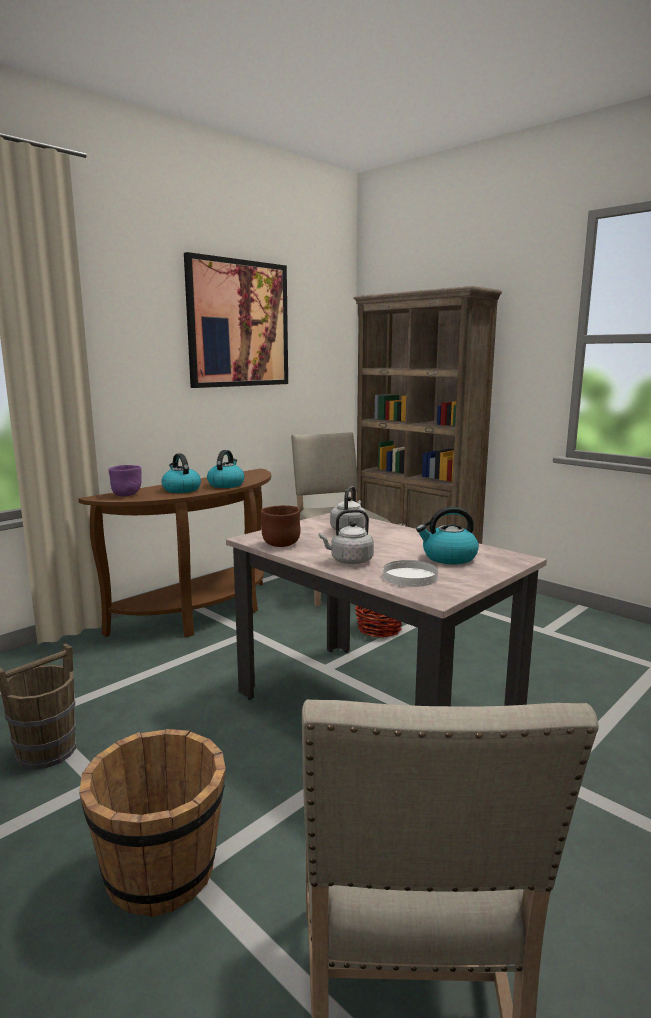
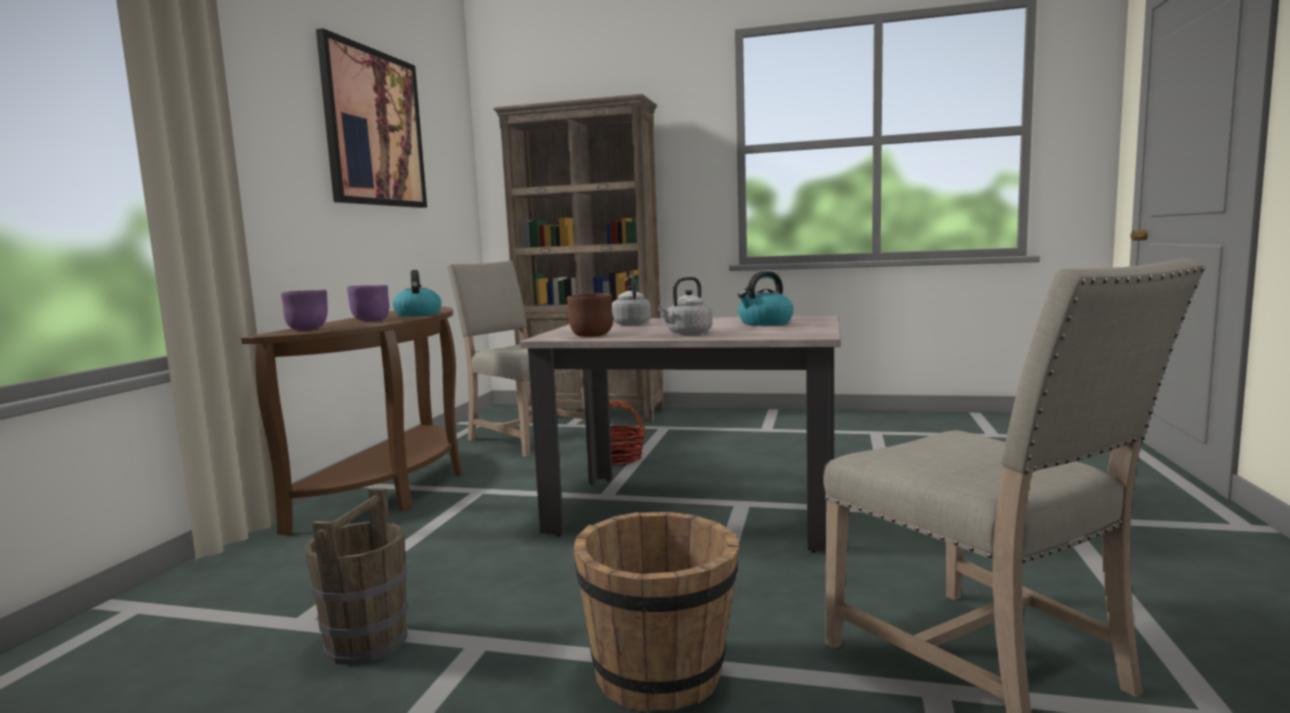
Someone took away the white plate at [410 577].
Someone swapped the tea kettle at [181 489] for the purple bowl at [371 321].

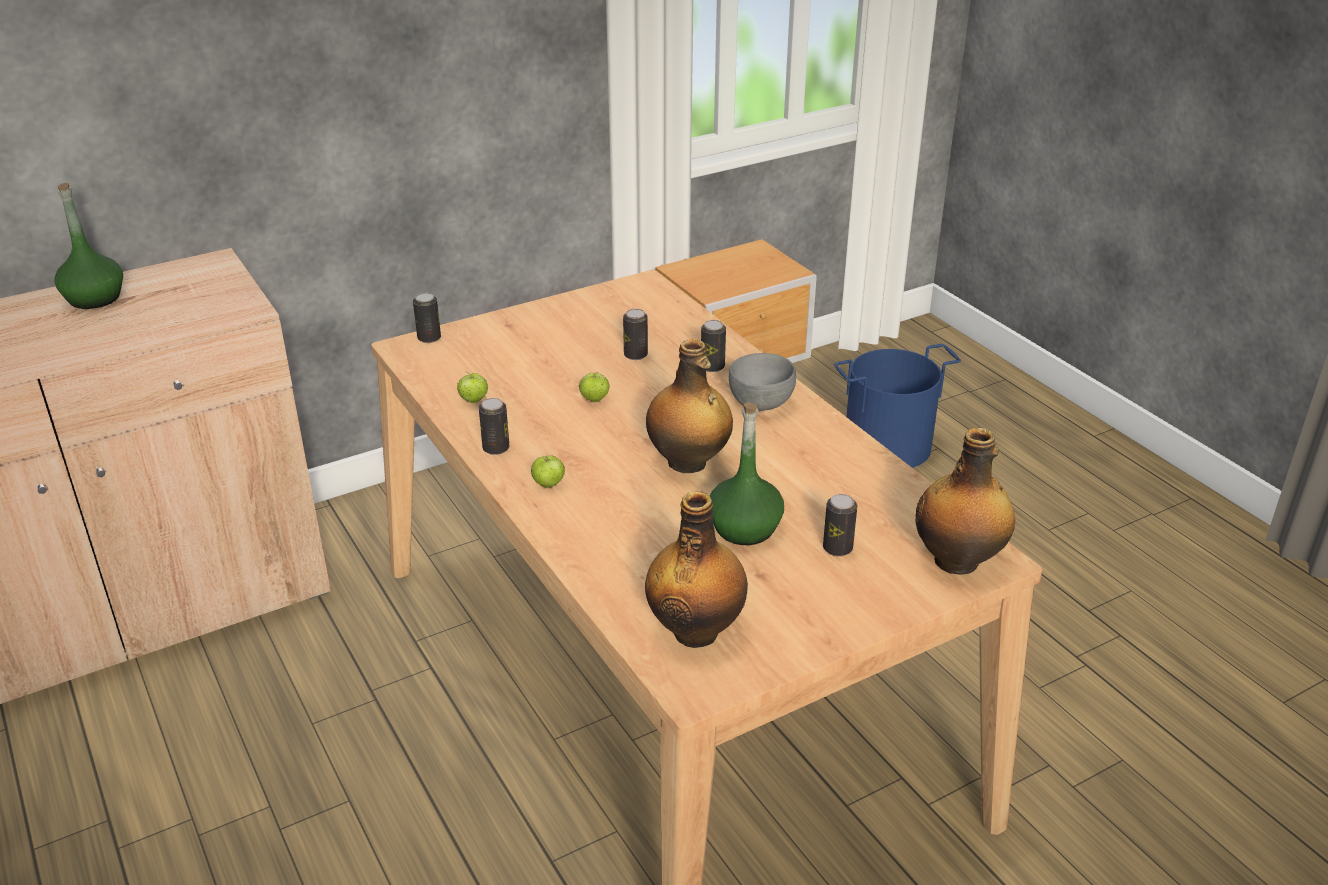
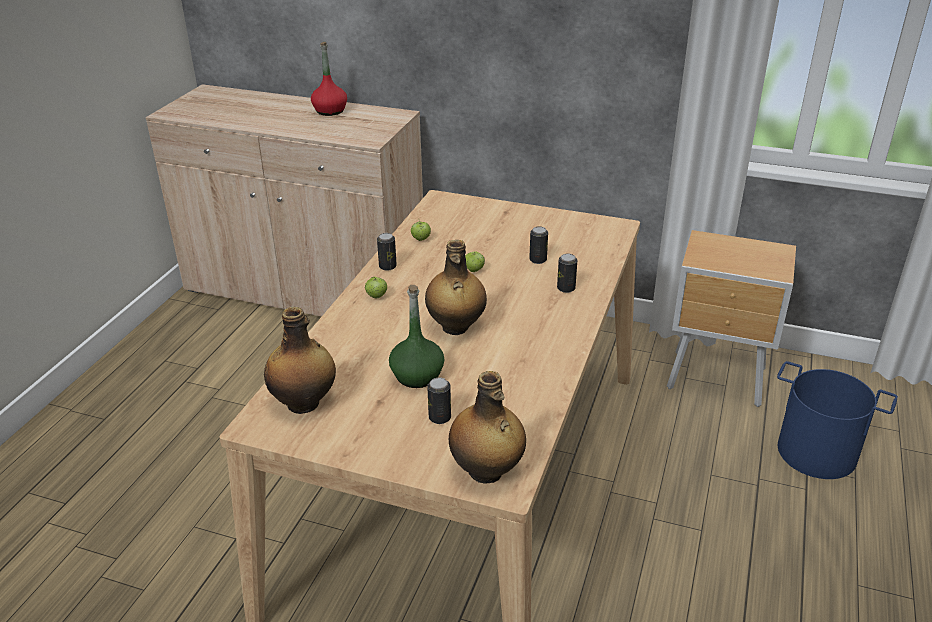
Someone took away the metal can at [429 338].
Someone took away the grey bowl at [762 404].
Someone repainted the green drink bottle at [94 298], which became the red-coloured drink bottle at [330 111].

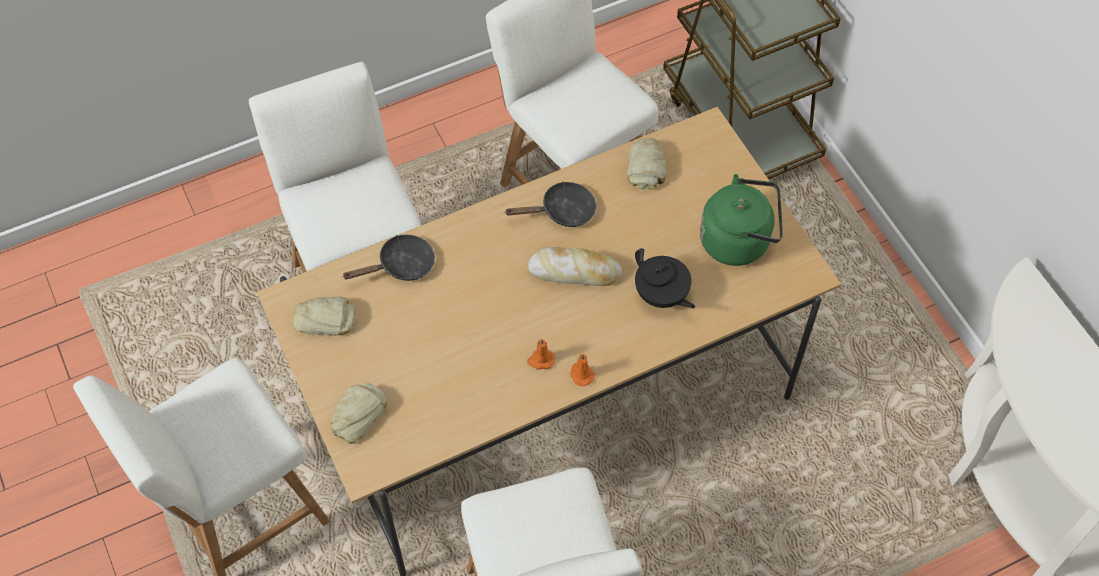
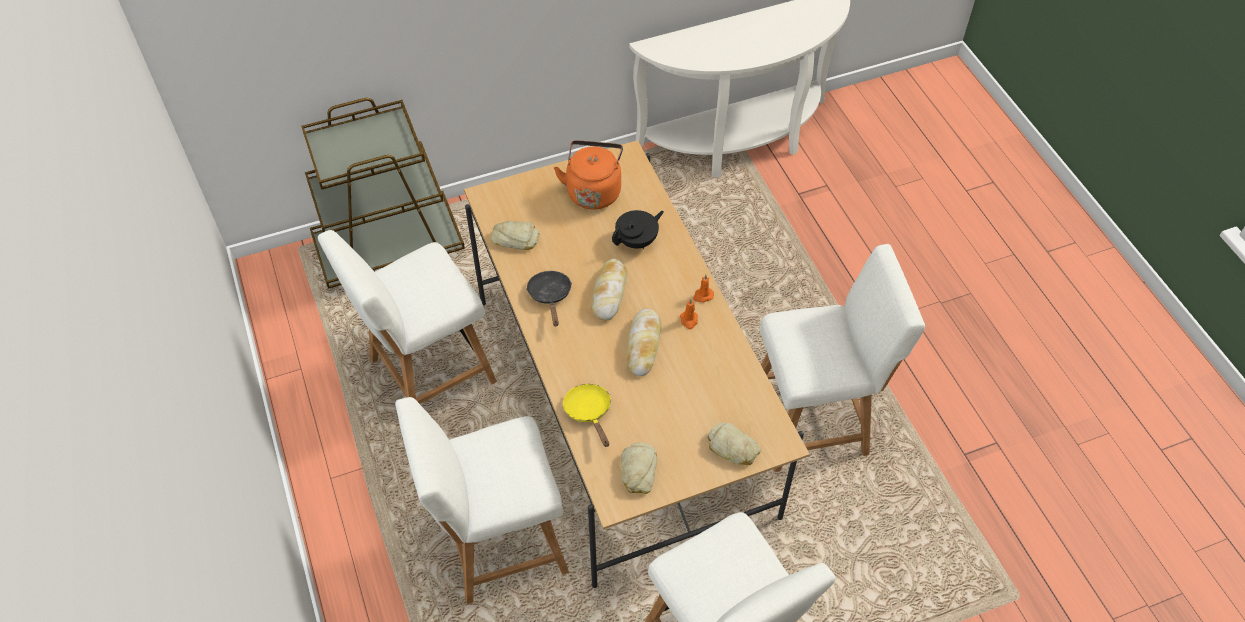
Someone put down the bakery bread at [643 345].
Someone repainted the blackish pan at [401 265], which became the yellow-coloured pan at [589 412].
Someone repainted the green tea kettle at [739 240], which became the orangey tea kettle at [593 190].

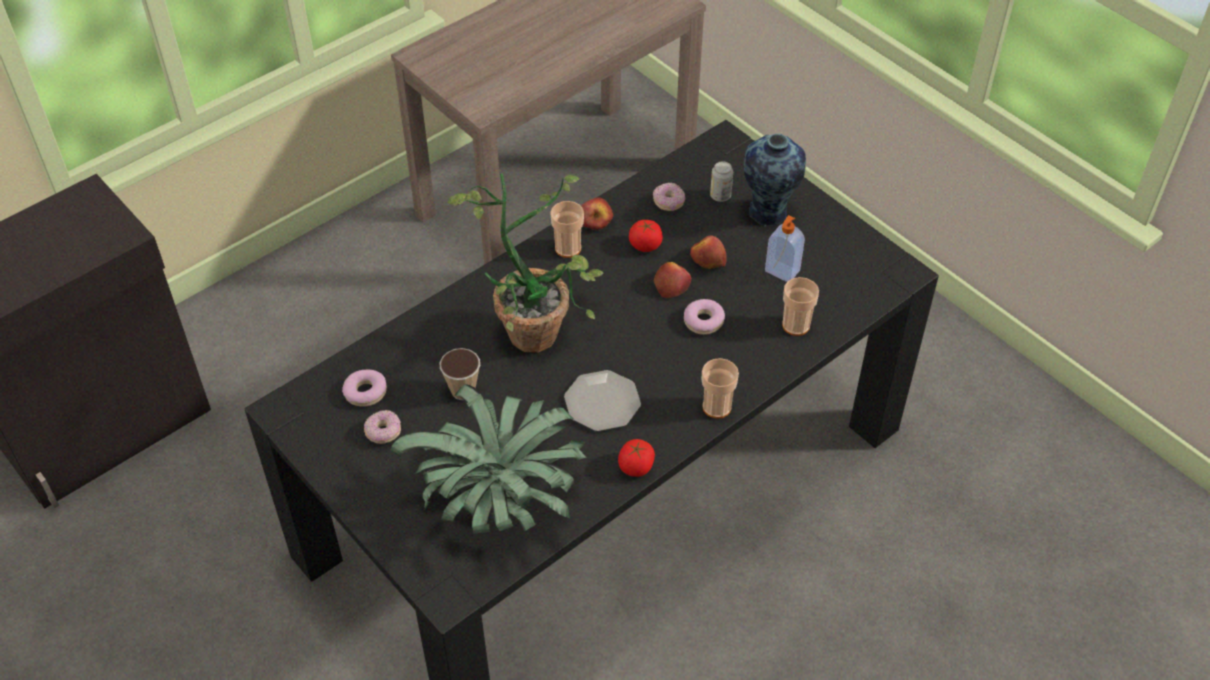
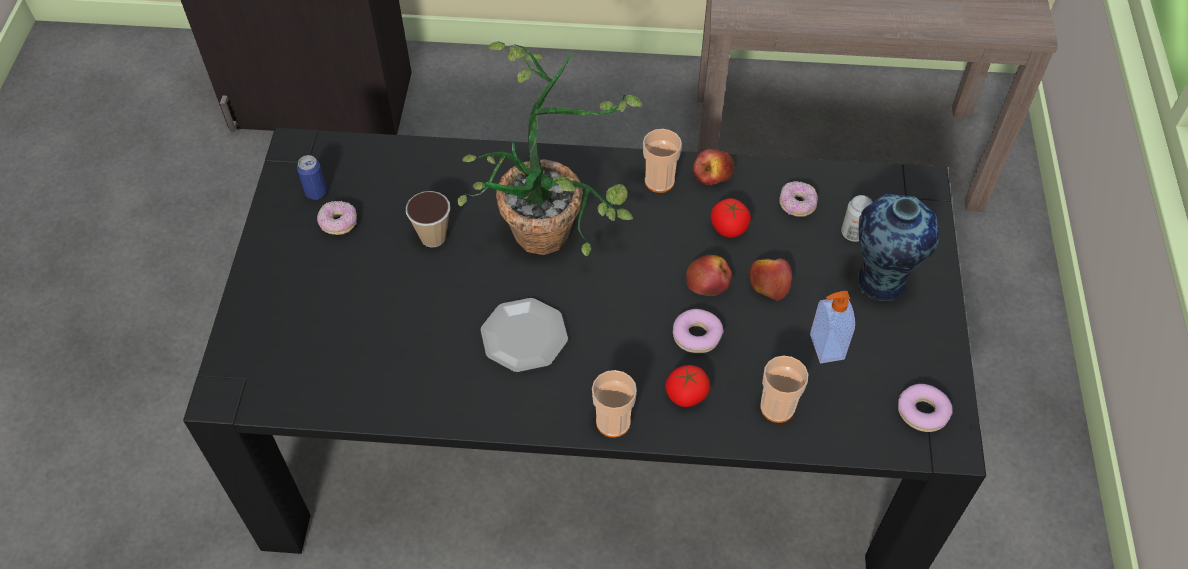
Someone took away the plant in a pot at [502 497].
Someone put down the metal can at [316 192].
Someone carried the ring doughnut from [365 392] to [922 412].
Someone carried the tomato from [636 467] to [686 395].

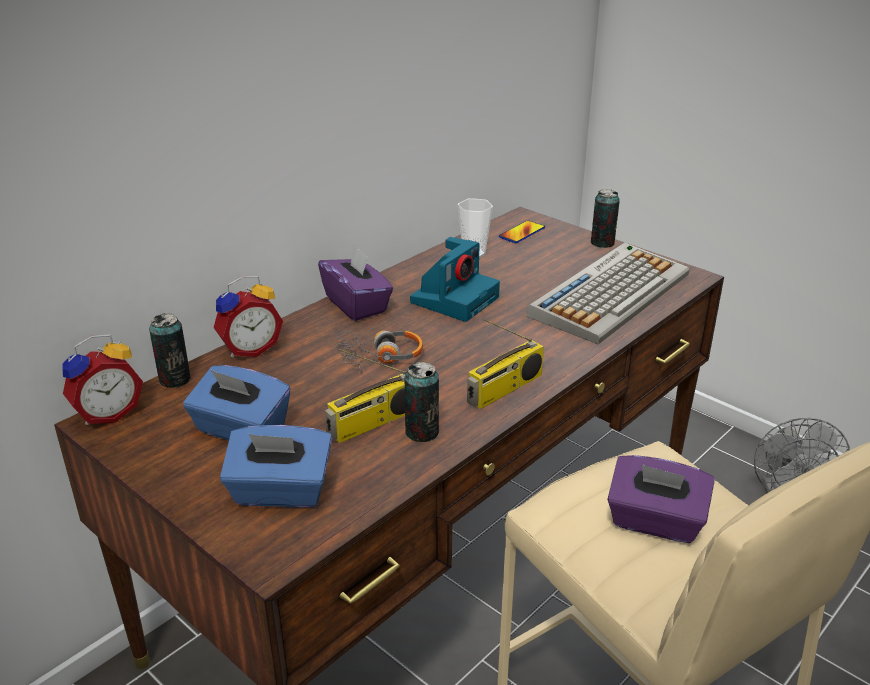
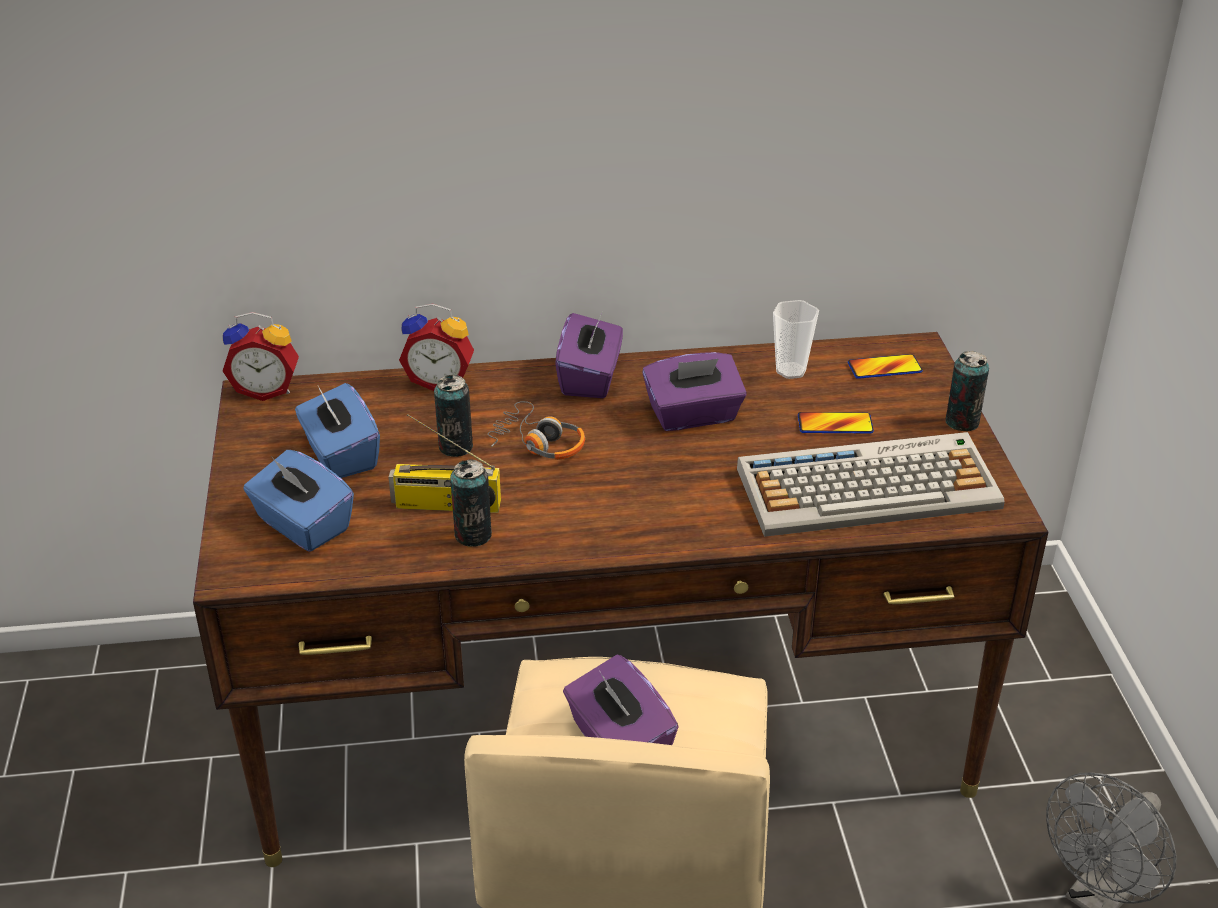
Someone took away the radio set at [505 389].
Someone put down the telephone at [835 424].
Someone carried the metal can from [175 379] to [455 447].
Someone swapped the photo camera at [455 299] for the purple tissue holder at [693 415].

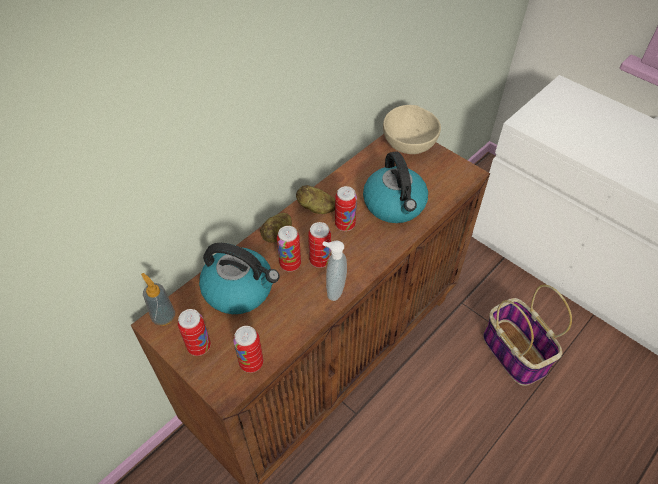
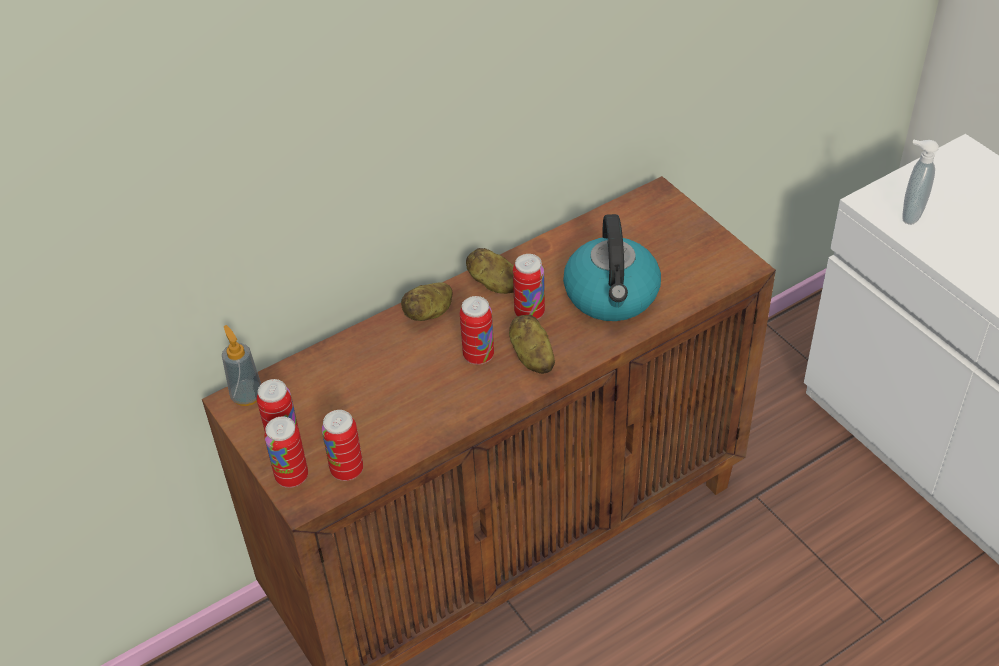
Someone took away the tea kettle at [240 289].
Someone took away the beige bowl at [410 143].
Someone took away the basket at [513 352].
Someone put down the potato at [531 356].
Someone carried the metal can from [290 264] to [292 477].
Someone carried the soap dispenser from [334 289] to [909 214].

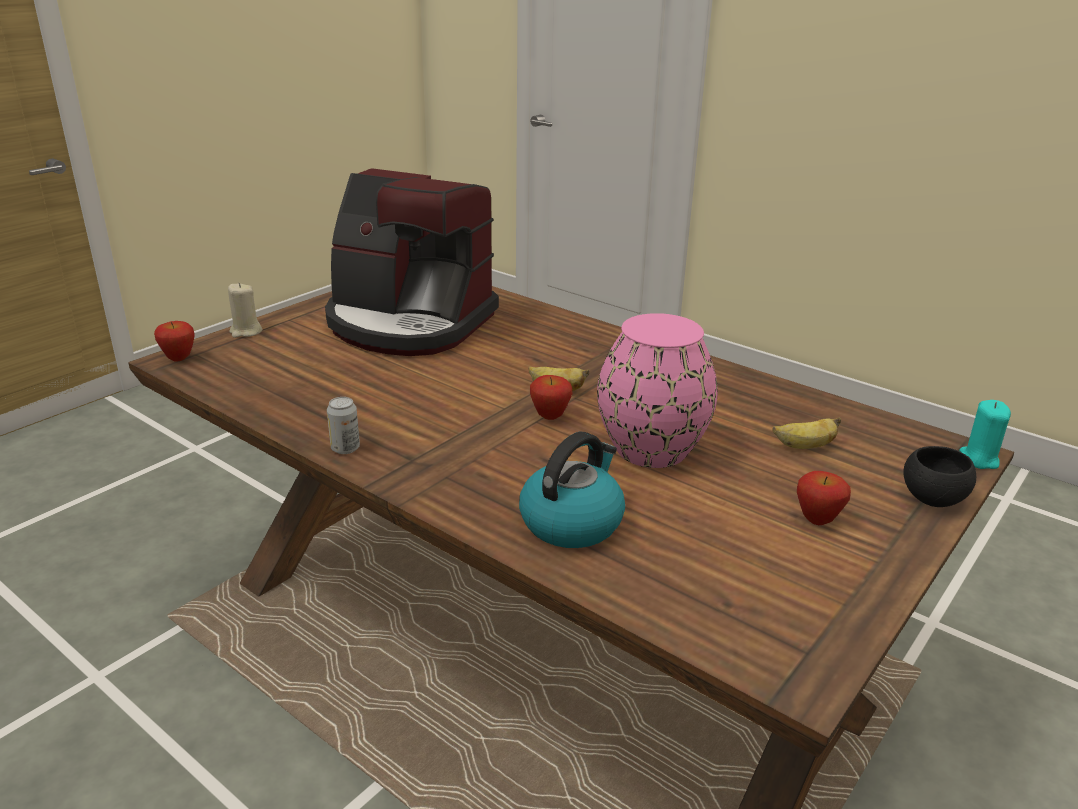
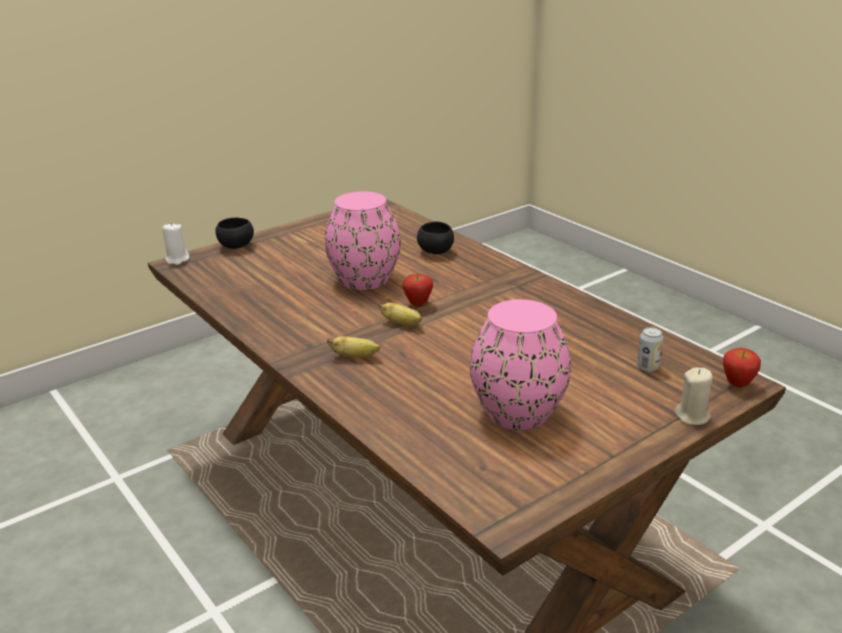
Someone took away the apple fruit at [817 520].
Someone carried the metal can from [345 448] to [648 367].
Someone carried the banana from [804 446] to [355 356].
Someone swapped the coffee maker at [409 323] for the pink flower vase at [516 412].
Someone swapped the tea kettle at [572 522] for the blackish bowl at [435 251].
Someone repainted the turquoise-coloured wax candle at [978 459], which became the white wax candle at [177 259].

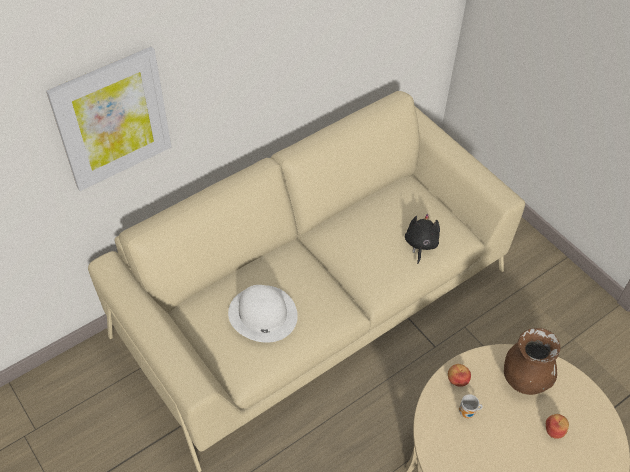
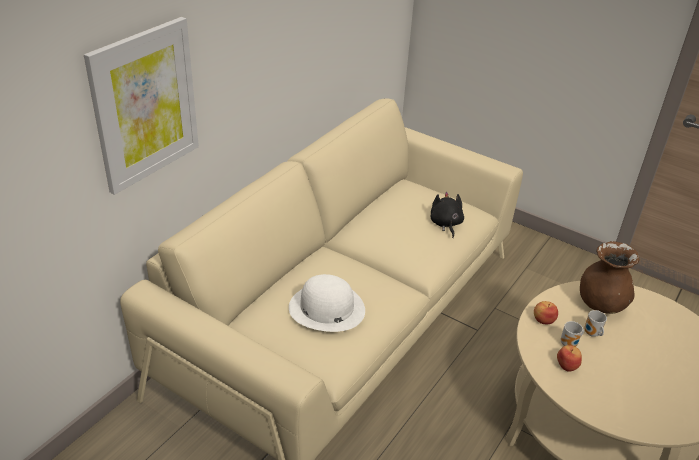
Someone put down the mug at [591 334].
Someone carried the apple fruit from [554 430] to [567 365].

